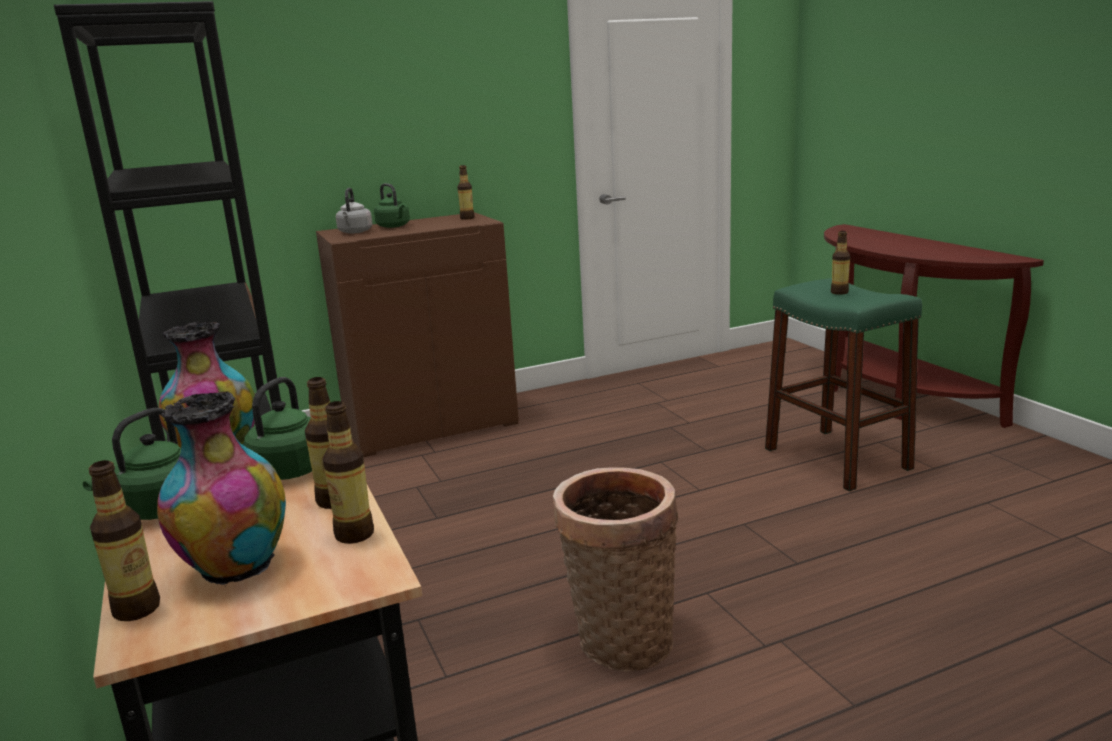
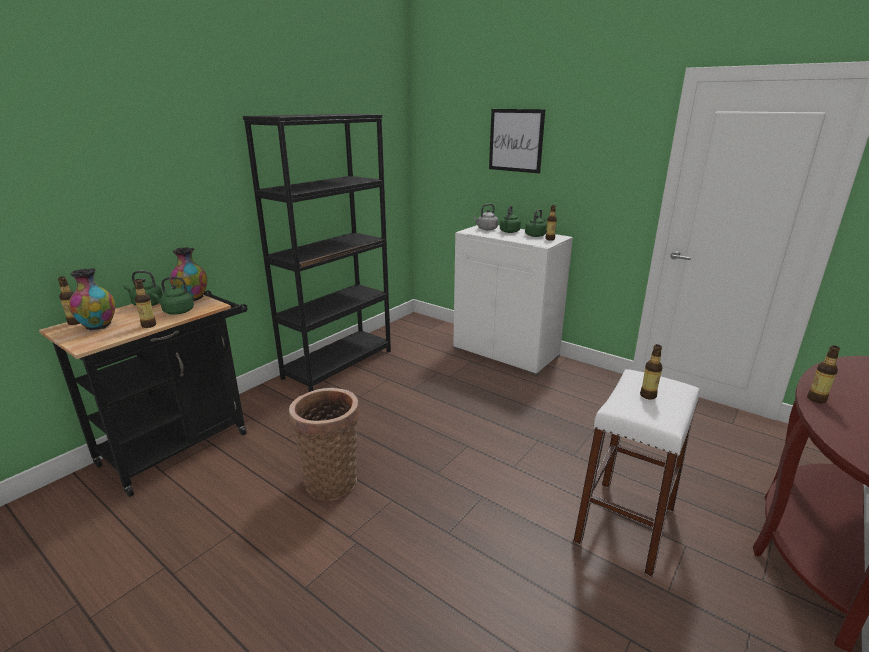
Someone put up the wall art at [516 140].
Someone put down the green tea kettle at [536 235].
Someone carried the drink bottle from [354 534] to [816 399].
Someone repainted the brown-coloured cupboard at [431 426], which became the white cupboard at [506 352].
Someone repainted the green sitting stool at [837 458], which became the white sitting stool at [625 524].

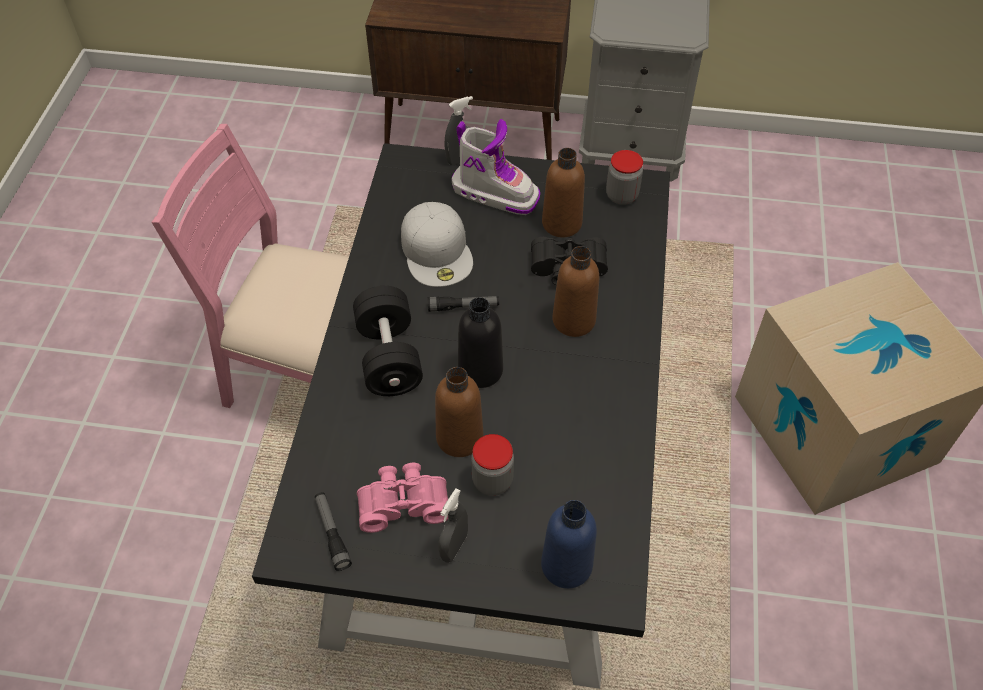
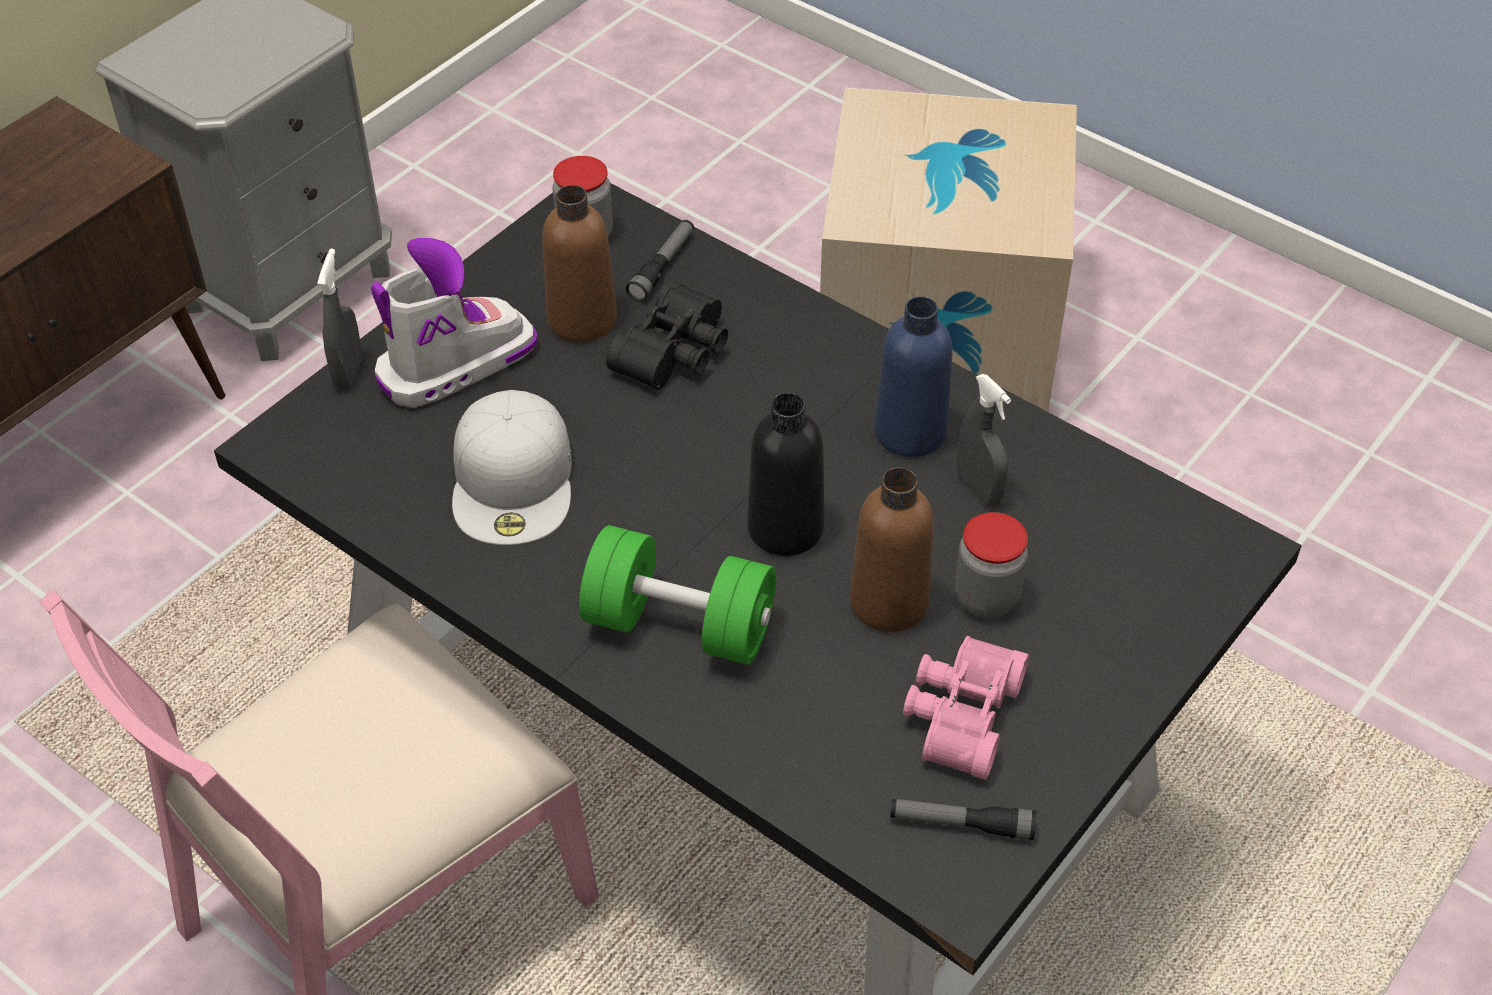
Someone took away the brown-coloured drink bottle at [573 320].
Someone carried the hand torch from [463 307] to [662 267].
Someone carried the grey spray bottle from [454 547] to [978 489].
Someone carried the blue drink bottle from [566 565] to [910 432].
Someone repainted the blackish free weight at [389 357], which became the green free weight at [679 625].
Someone rotated the white cap at [437 251] by 75 degrees clockwise.

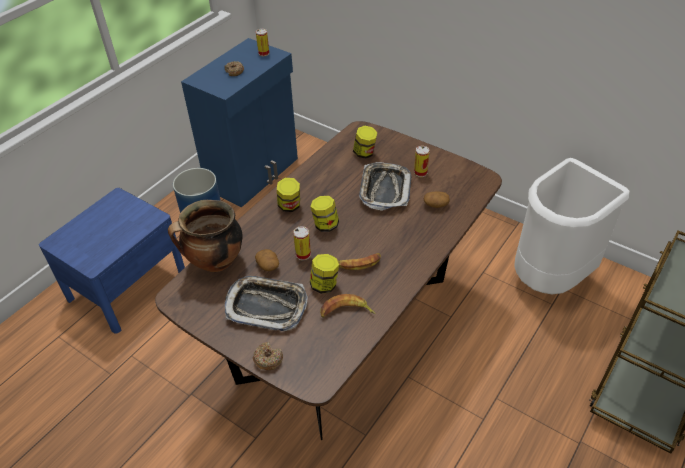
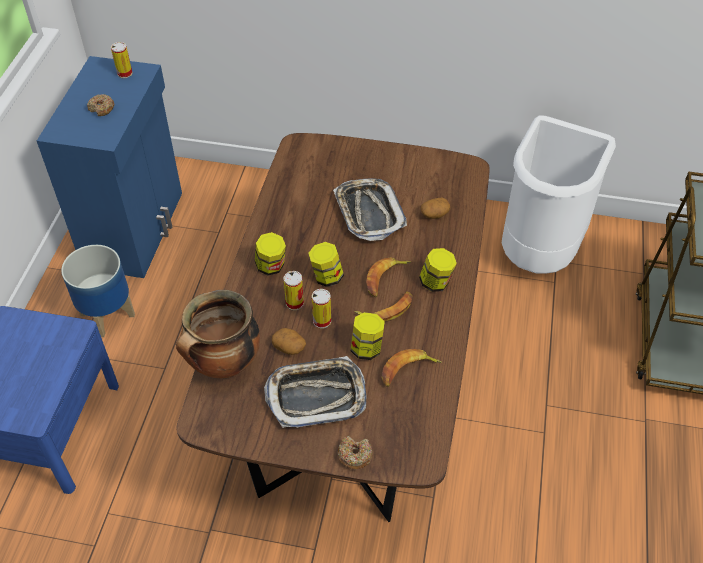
Someone put down the banana at [385 279].
Someone carried the preserve jar from [365 153] to [436 282].
Someone carried the metal can from [420 172] to [294 303].

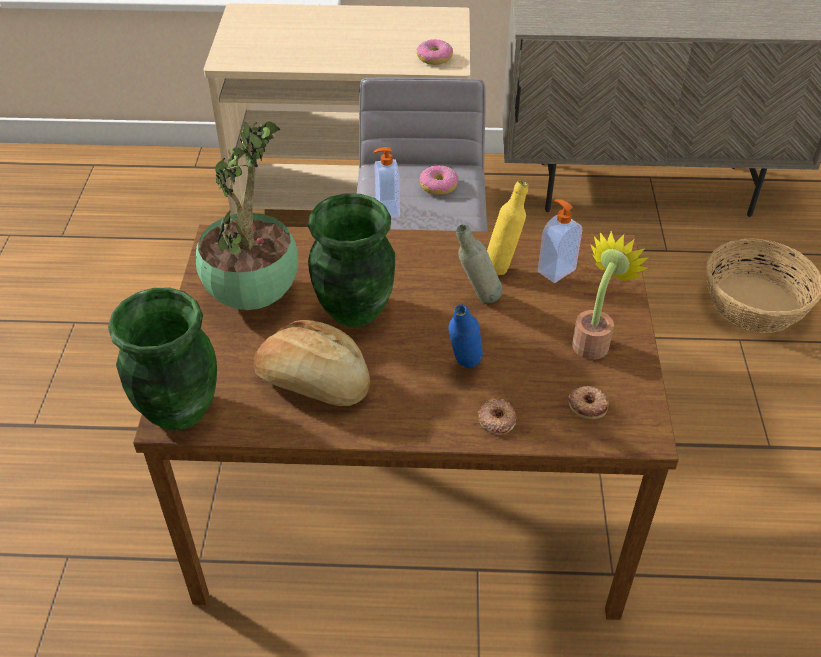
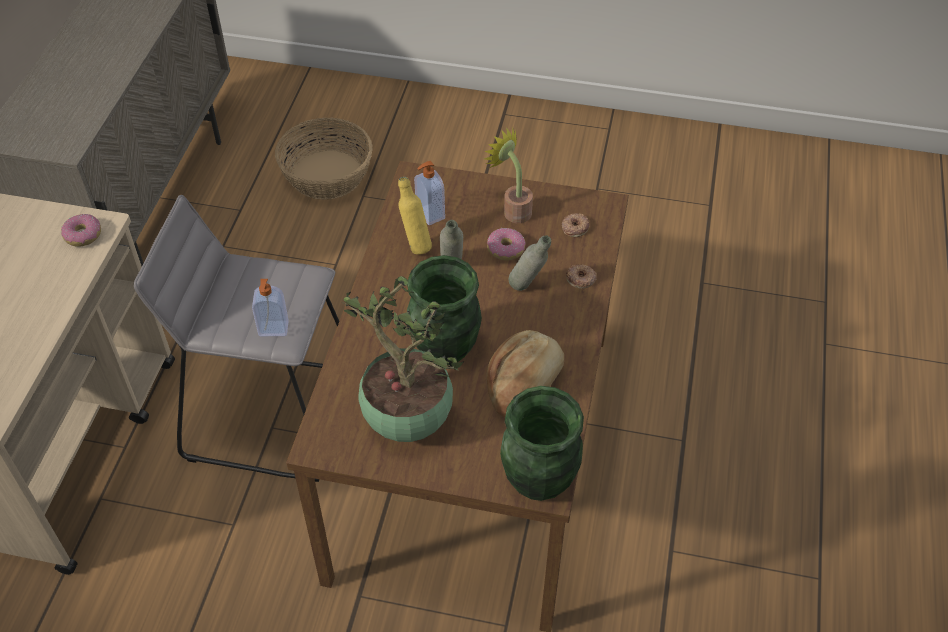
Someone carried the ring doughnut from [438 186] to [506 249].
Someone repainted the blue drink bottle at [464 370], which became the grey drink bottle at [528 289].

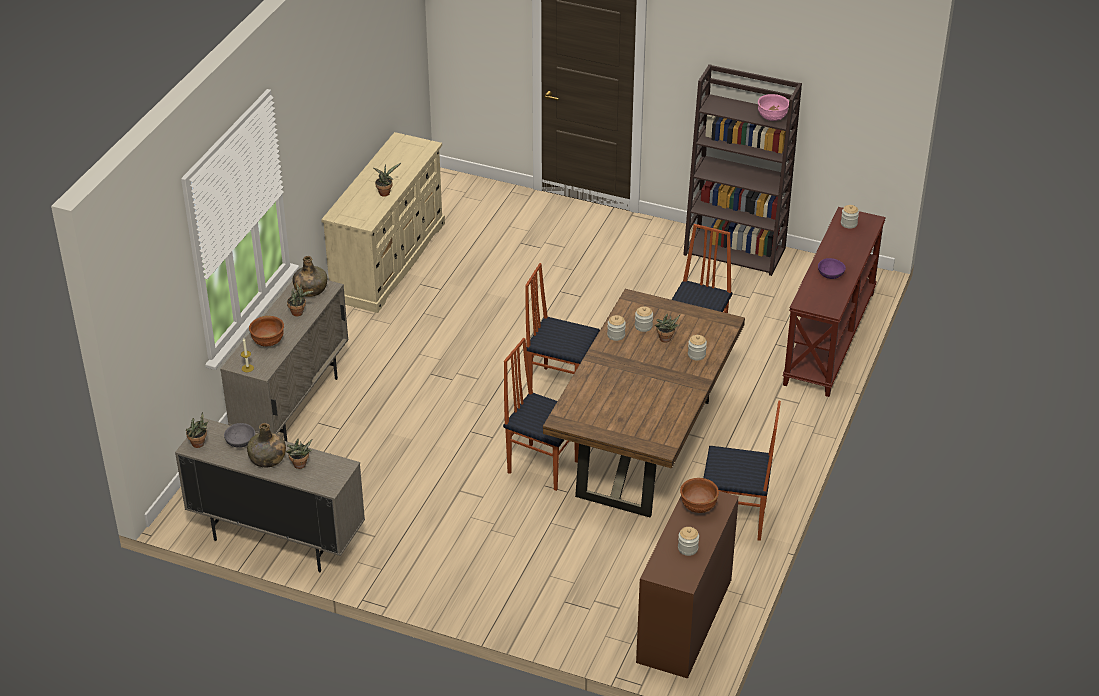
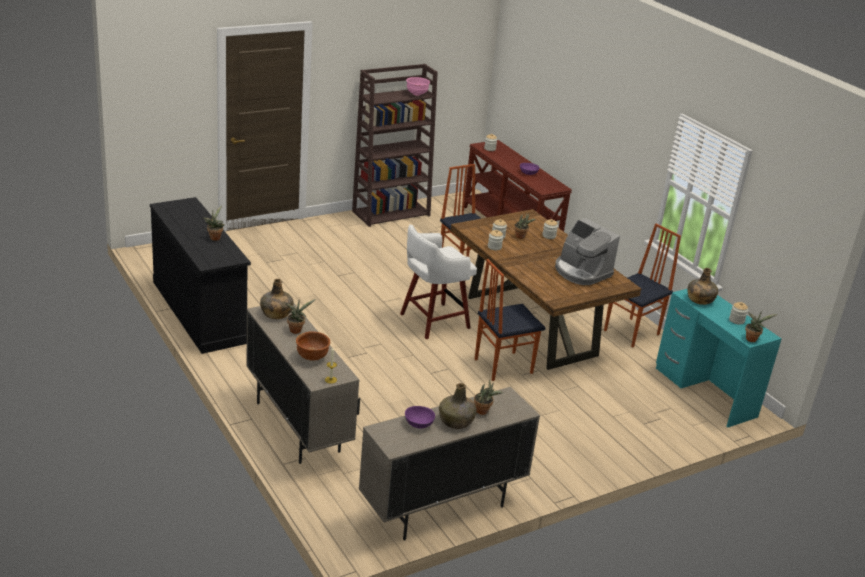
Someone put down the coffee maker at [581 272].
Someone carried the plant in a pot from [200 444] to [752 339].
Someone swapped the upright chair at [561 386] for the white sitting stool at [432 321].
Someone swapped the brown-coloured bowl at [698 507] for the green drink bottle at [699 299].
Someone repainted the grey bowl at [240 442], which became the purple bowl at [418 424].
Someone repainted the beige chest of drawers at [389 260], which became the blackish chest of drawers at [198 311].
Someone repainted the brown-coloured desk at [685 621], which became the turquoise-coloured desk at [705 392].

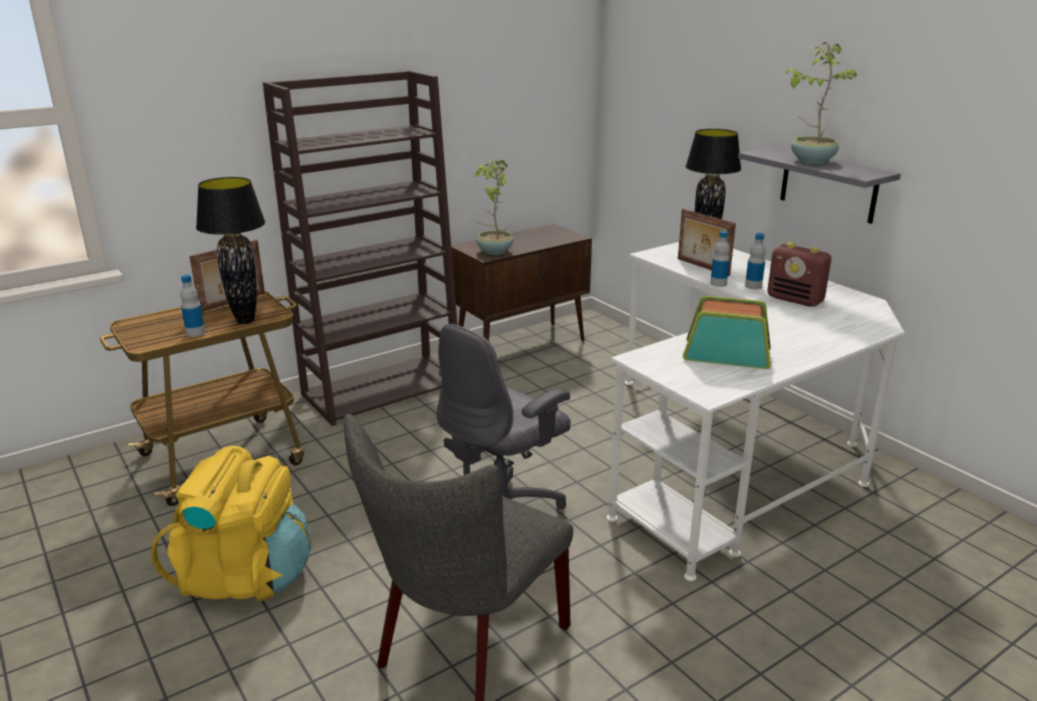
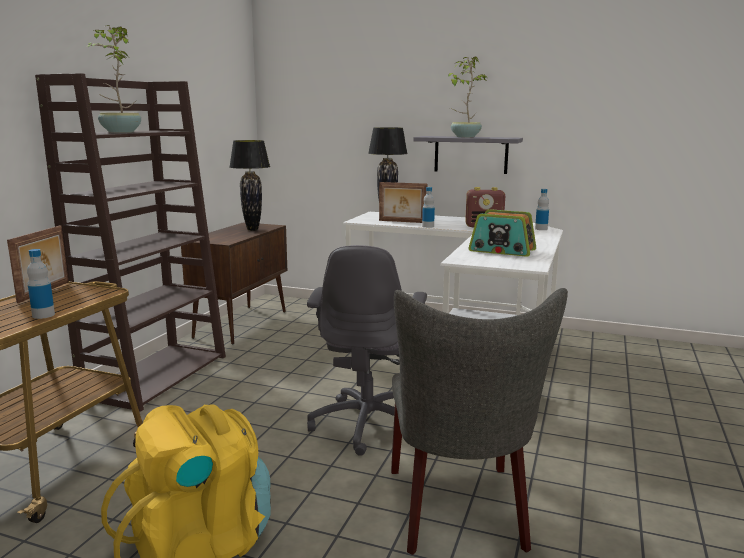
Someone carried the blackish table lamp from [245 321] to [253 229].
Someone carried the plant in a pot from [493 252] to [120 132].
Someone carried the drink bottle from [753 286] to [541 229].
Someone rotated the radio set at [726 354] by 135 degrees counterclockwise.

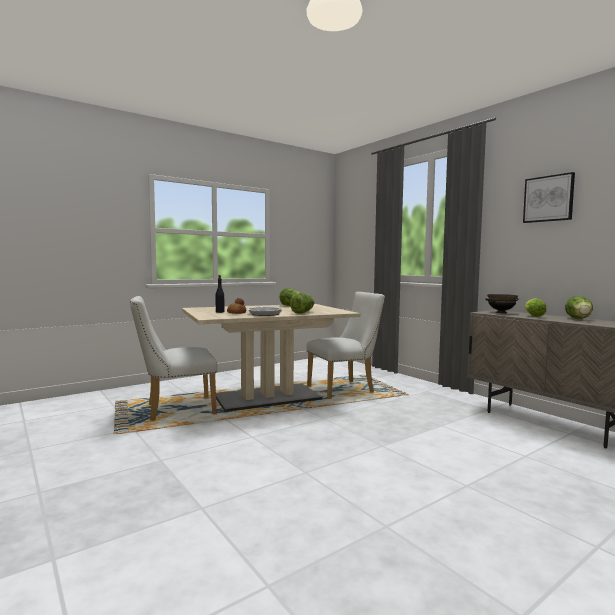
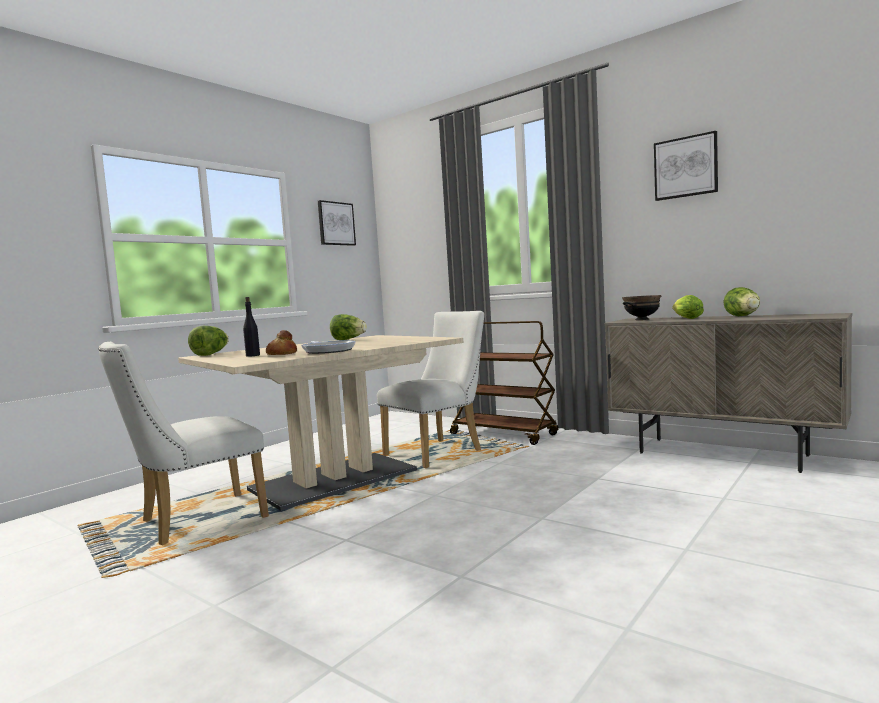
Someone put up the wall art at [336 223].
Someone put down the brown-coloured cart at [504 434].
Someone carried the head of lettuce from [303 312] to [211 354].

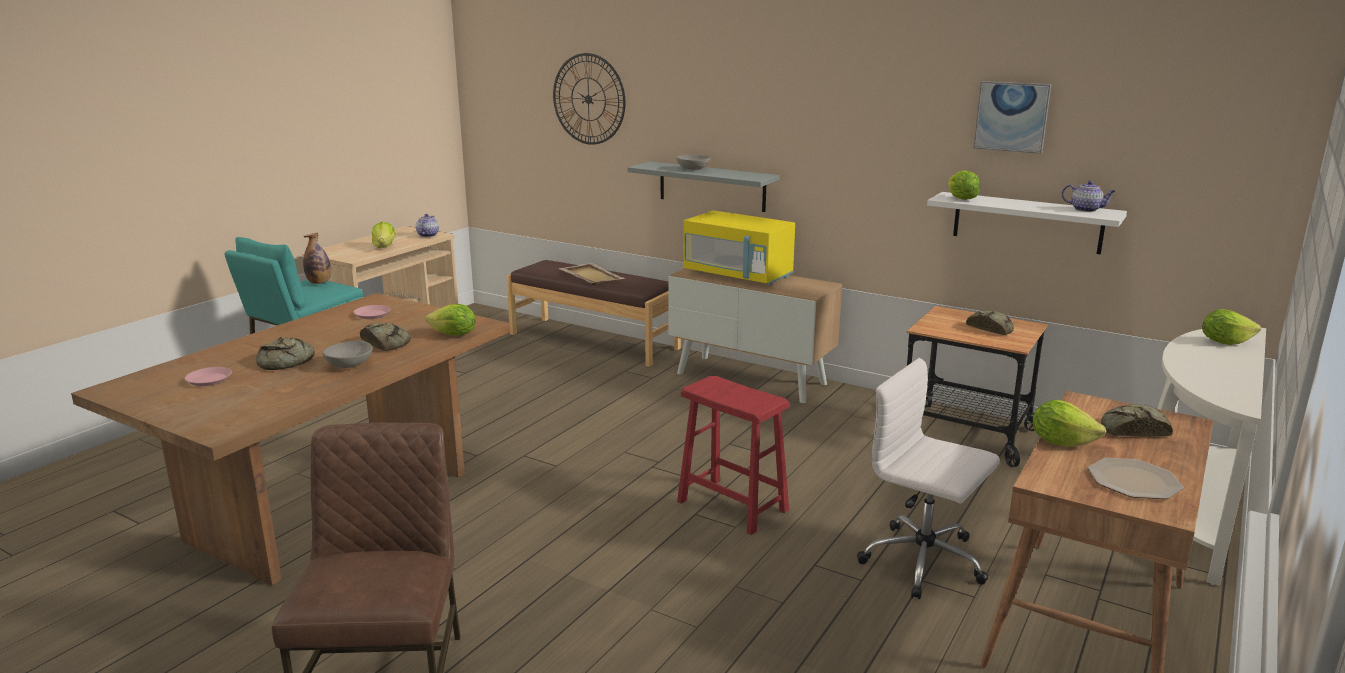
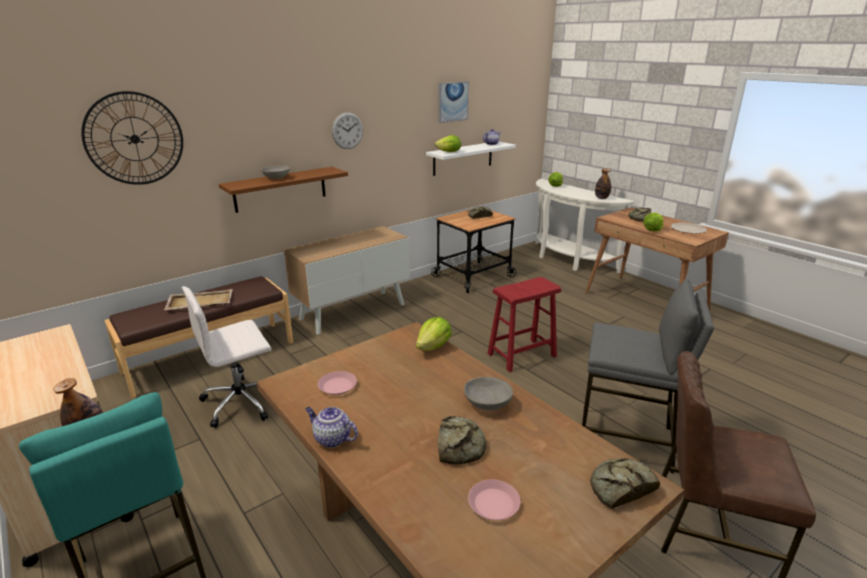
Someone took away the head of lettuce at [384 247].
Someone took away the yellow-coloured kitchen microwave at [738 275].
Someone put up the clock on the wall at [347 130].
Someone put down the grey sitting stool at [625 440].
Someone put down the drink bottle at [601 198].
Someone carried the bakery bread from [385 343] to [620 487].
Someone carried the pot for tea from [428 235] to [331 439].
Someone carried the white office chair from [925 562] to [242 402].
Someone repainted the grey shelf at [712 186], which became the brown-coloured shelf at [280 189].

